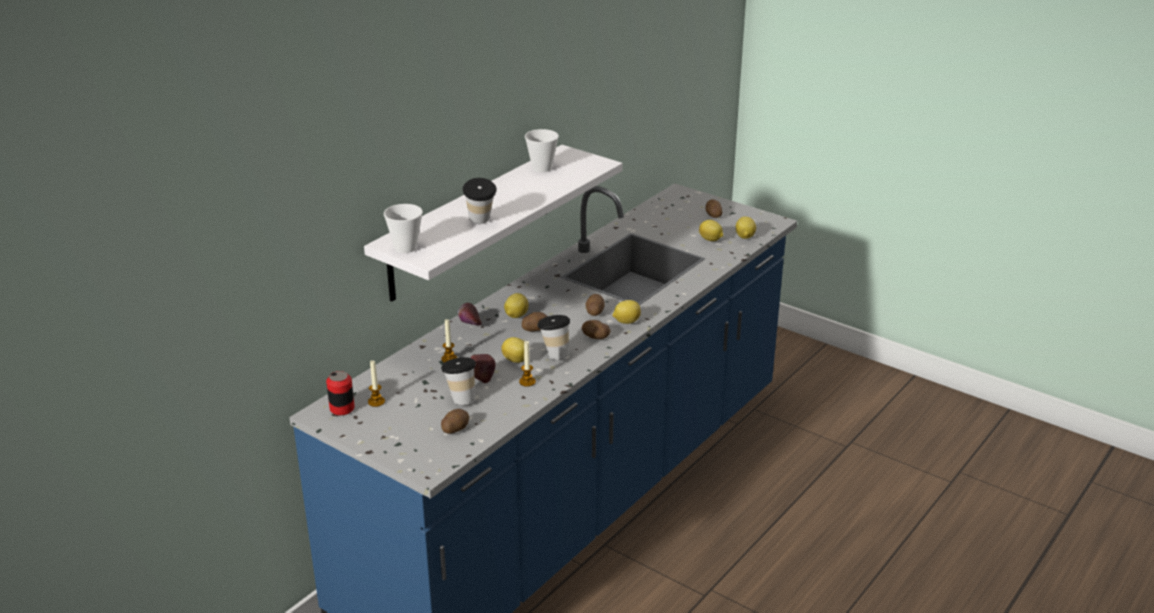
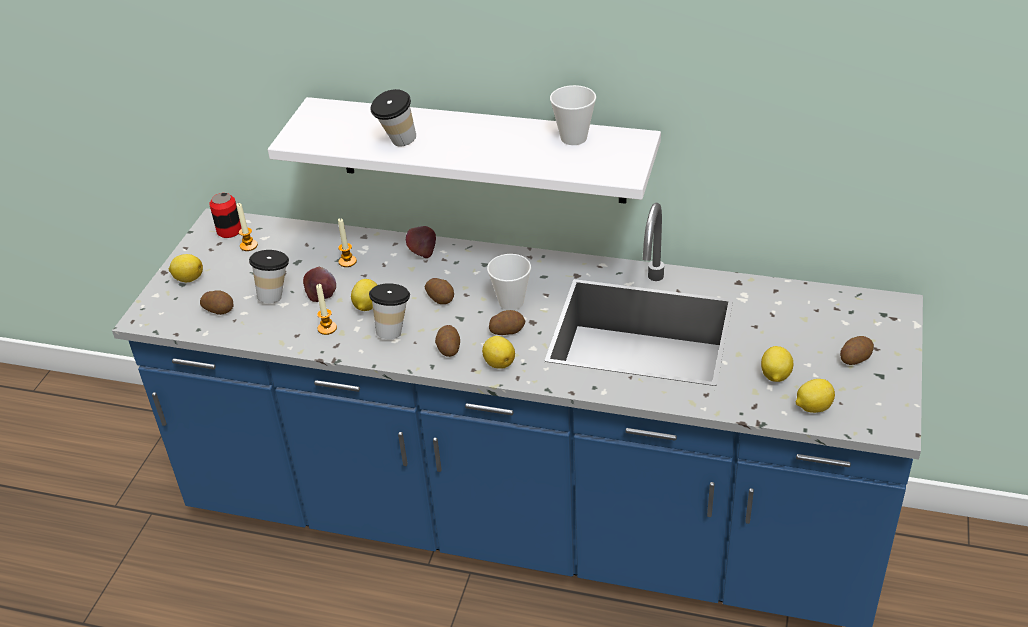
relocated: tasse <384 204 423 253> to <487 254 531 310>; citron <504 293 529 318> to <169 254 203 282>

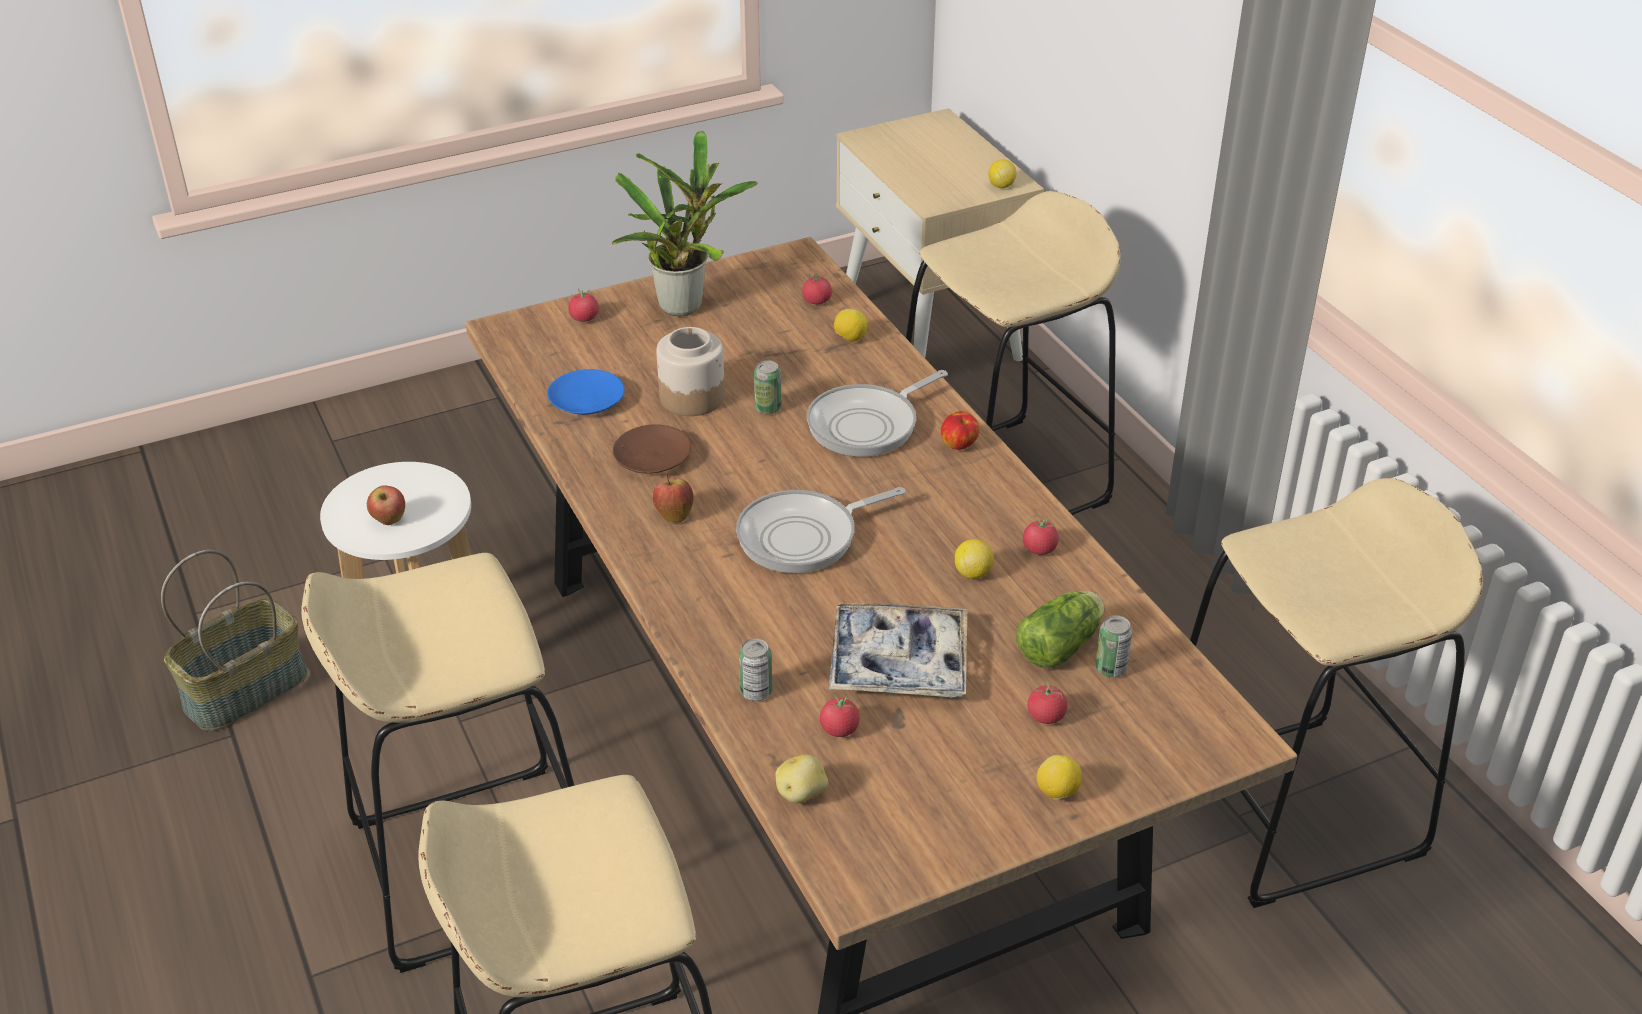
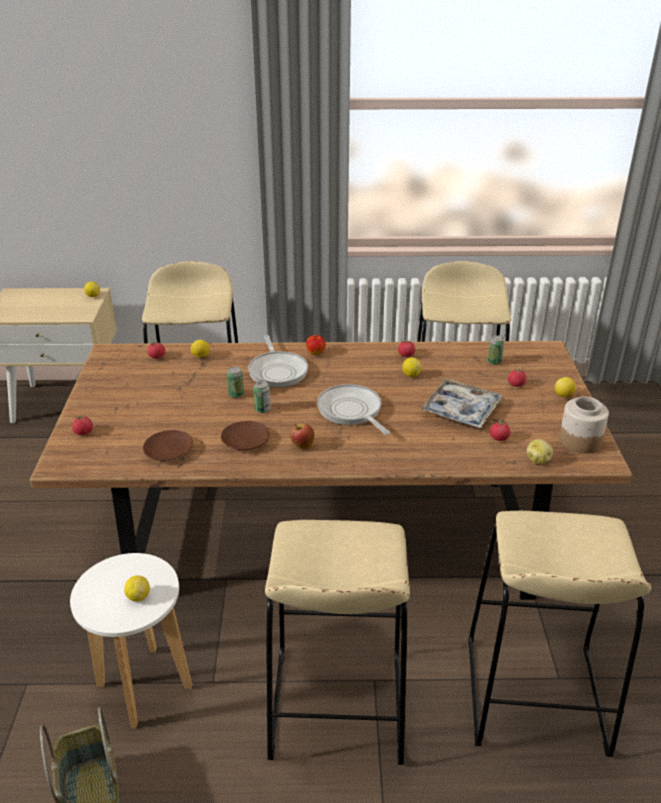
missing: plante en pot <612 131 758 316>; laitue <1016 591 1104 668>
relocated: bocal <656 327 725 416> to <559 396 609 453>; boîte métallique <739 638 772 701> to <253 381 270 413>
exchanged: pomme <367 485 405 525> to citron <124 575 150 602>
colour: assiette (bleu) <547 369 624 415> to assiette (marron) <143 430 193 461>
spun: poêle <736 487 905 573> = <317 384 390 435> 150 degrees clockwise

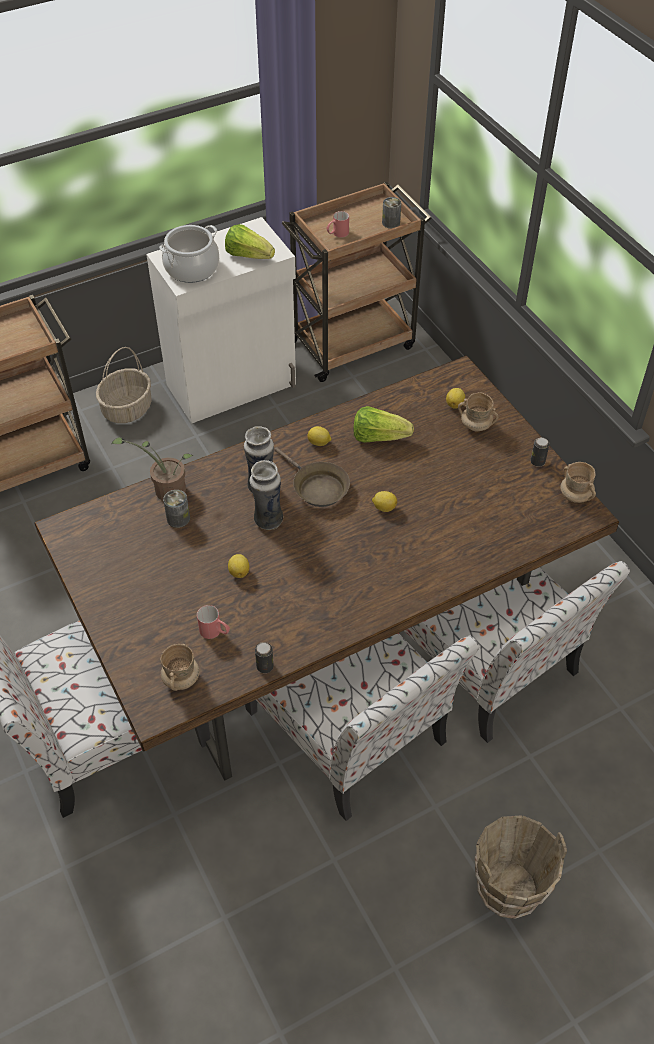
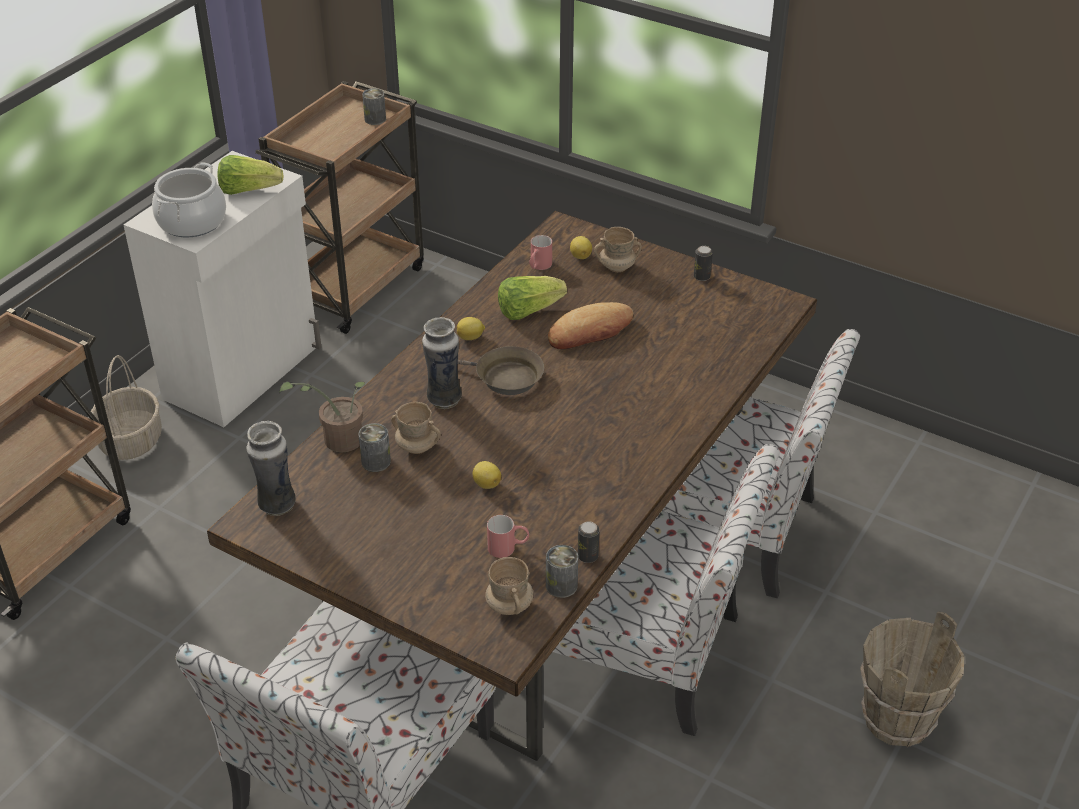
missing: citron <372 491 397 512>
appeared: boîte métallique <546 545 578 598>; pain <548 302 633 349>
relocated: vase <250 460 283 530> to <247 421 296 516>; mug (rouge) <326 211 349 238> to <529 235 552 270>; mug (beige) <560 462 596 503> to <391 402 441 454>

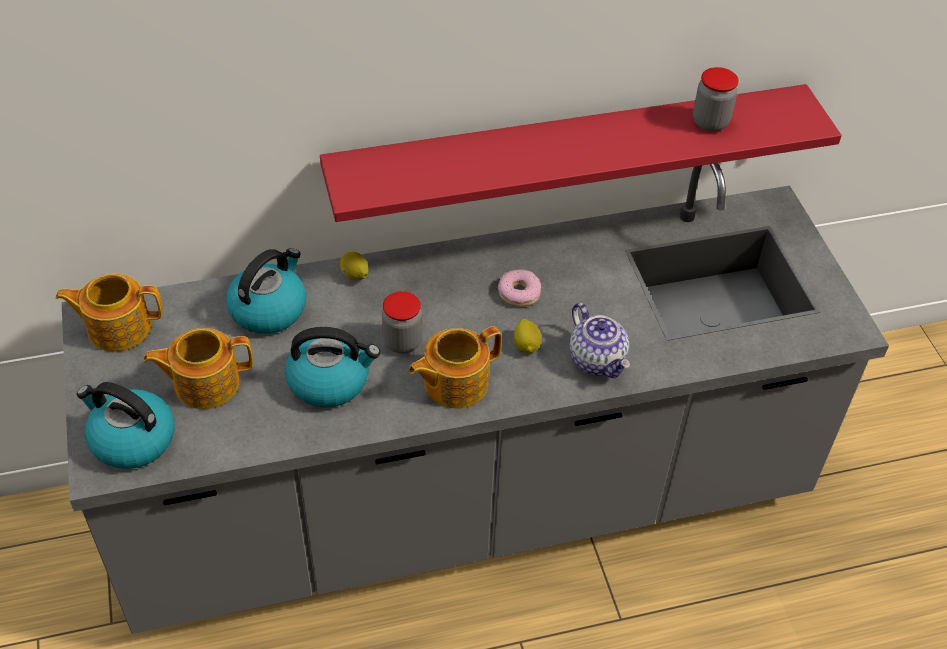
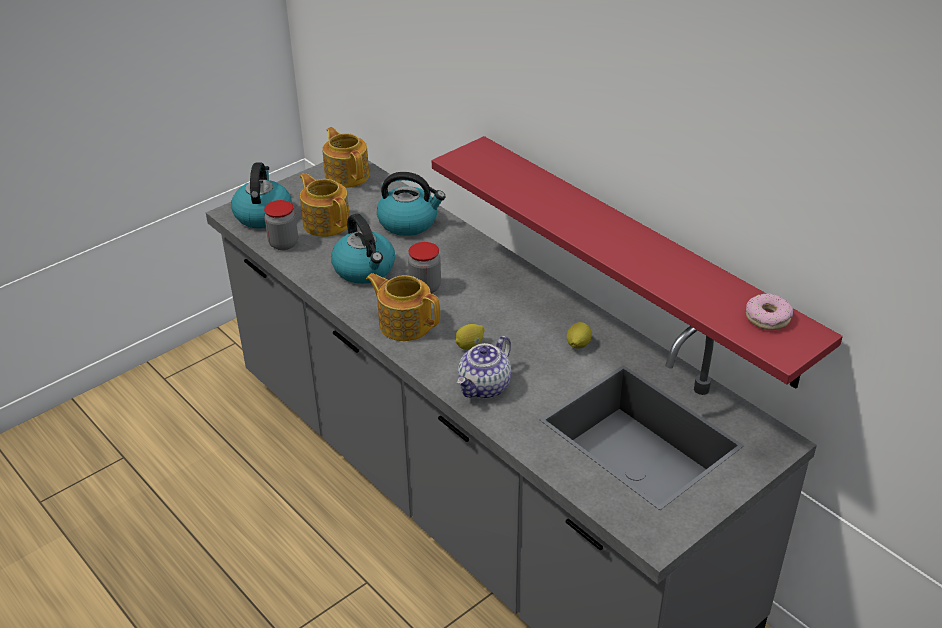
relocated: citron <340 252 369 280> to <567 322 592 349>; beignet <498 269 541 307> to <746 293 793 330>; bocal <693 67 739 132> to <264 200 298 250>

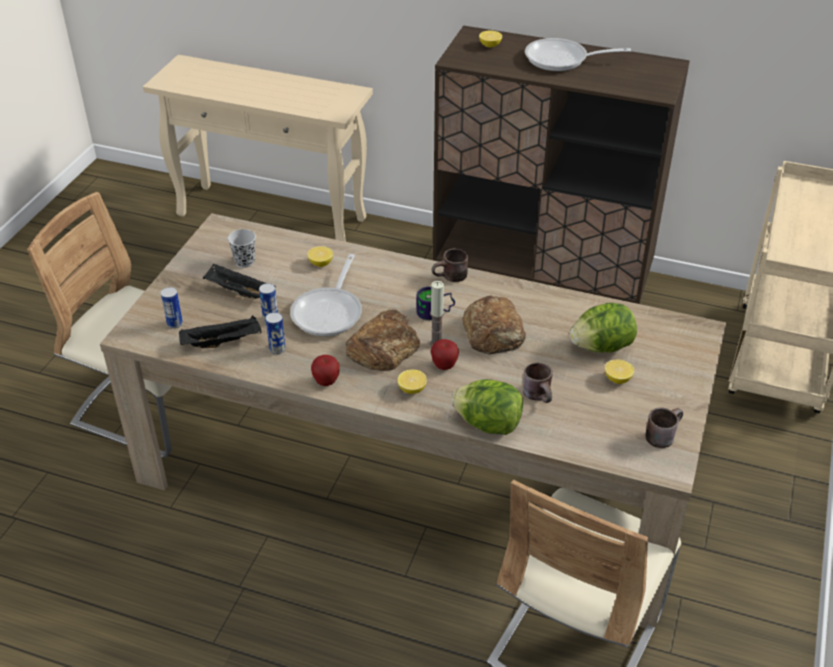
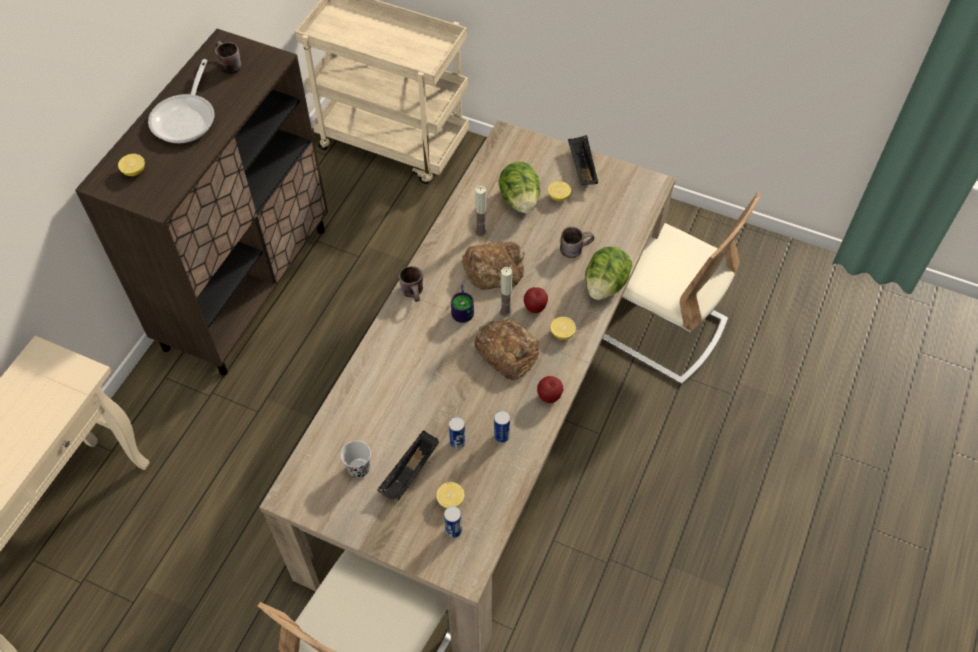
missing: poêle <290 254 362 336>
appeared: bougie <475 186 487 236>
relocated: plateau (noir) <179 316 262 348> to <568 135 598 185>; citron <307 246 333 267> to <436 482 464 509>; mug (marron) <646 407 683 448> to <215 41 242 74>

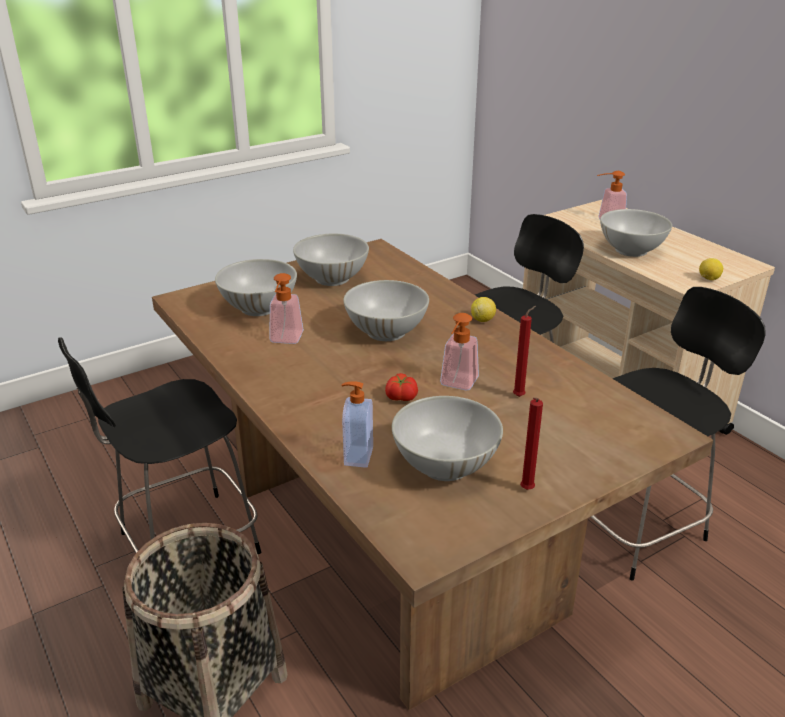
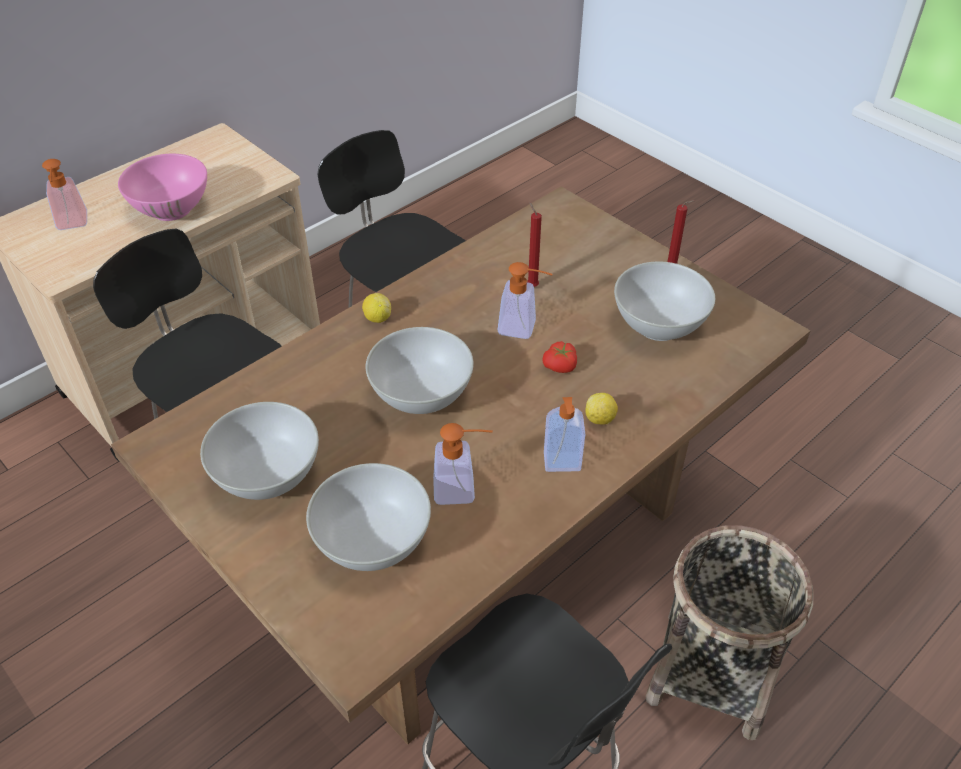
relocated: distributeur de savon <341 382 373 468> to <544 397 585 472>; citron <699 258 723 280> to <585 393 618 425>
colour: bol (blanc) <600 209 672 257> to bol (rose) <118 154 207 221>

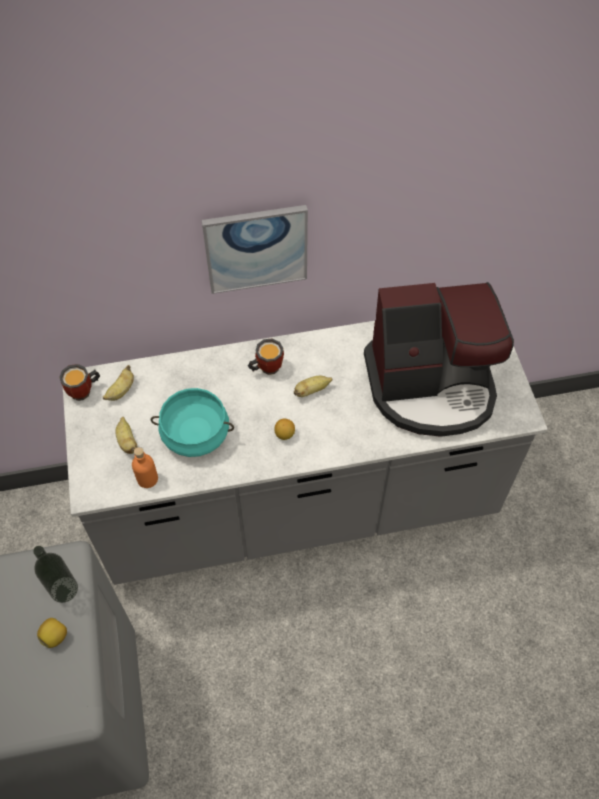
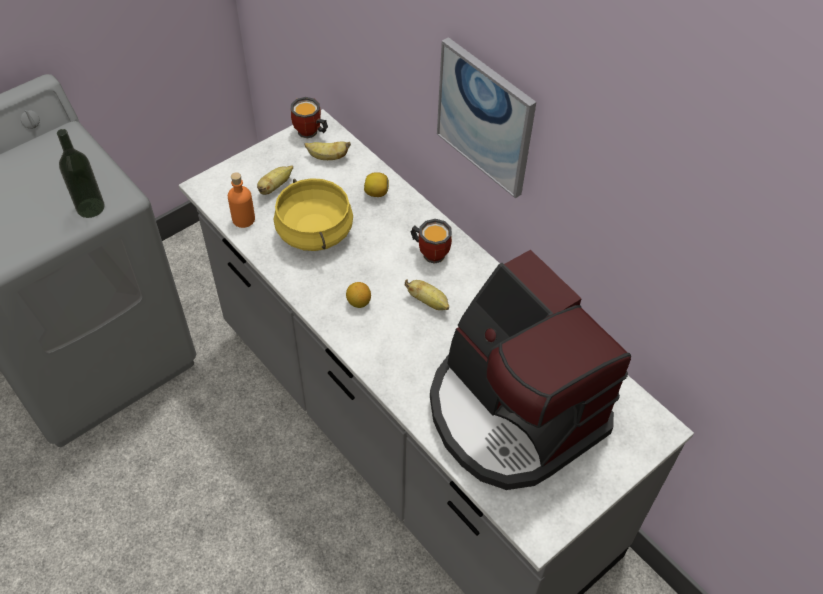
relocated: citron <37 618 67 648> to <364 172 389 197>
colour: marmite (turquoise) <151 388 234 457> to marmite (jaune) <274 178 353 251>

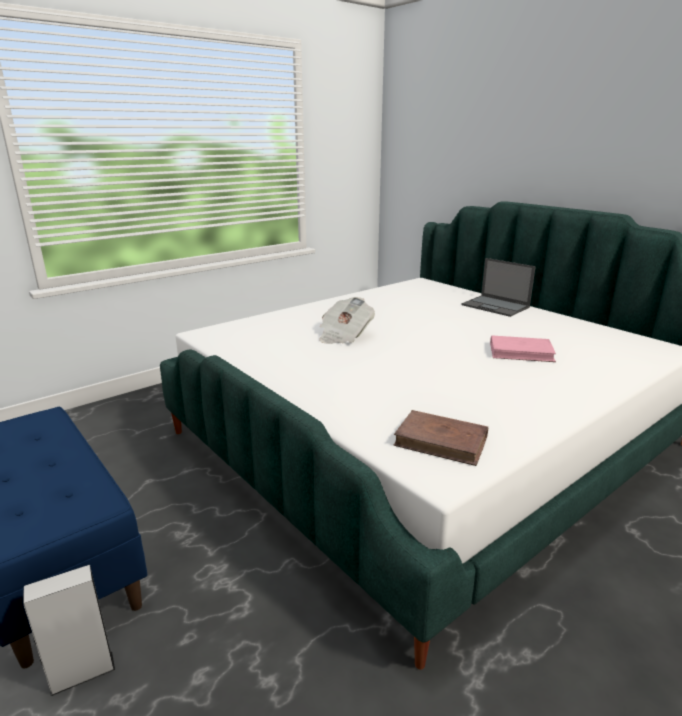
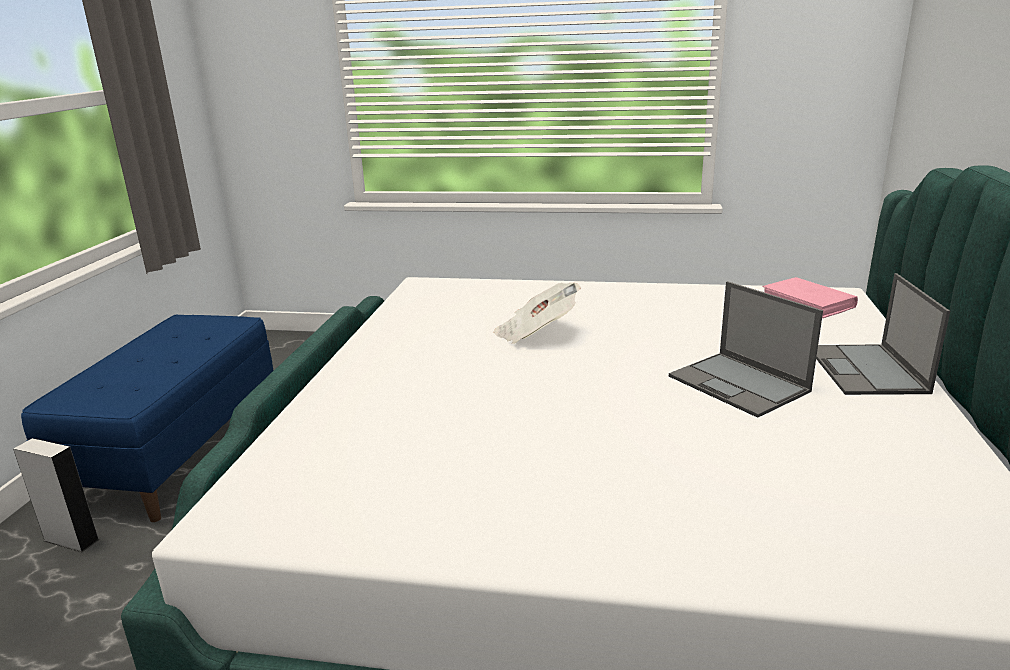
missing: livre (marron) <393 410 488 466>
appeared: ordinateur portable <669 281 823 418>
relocated: livre (rose) <490 335 556 362> to <763 277 858 318>

